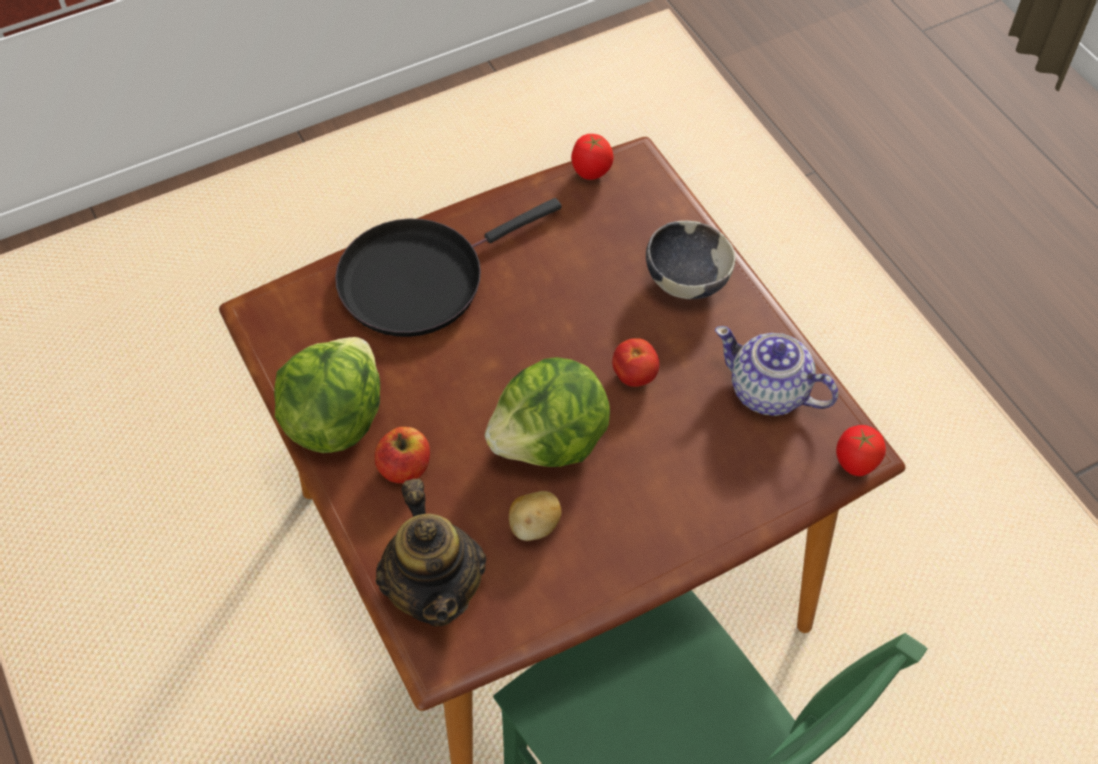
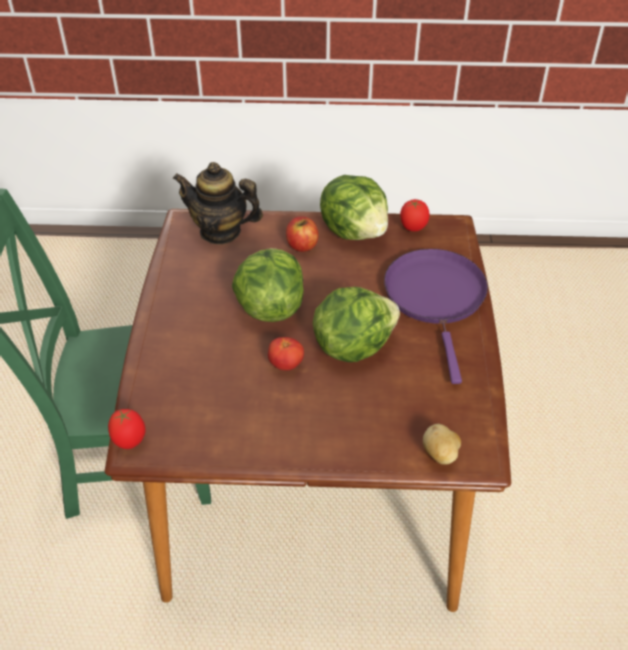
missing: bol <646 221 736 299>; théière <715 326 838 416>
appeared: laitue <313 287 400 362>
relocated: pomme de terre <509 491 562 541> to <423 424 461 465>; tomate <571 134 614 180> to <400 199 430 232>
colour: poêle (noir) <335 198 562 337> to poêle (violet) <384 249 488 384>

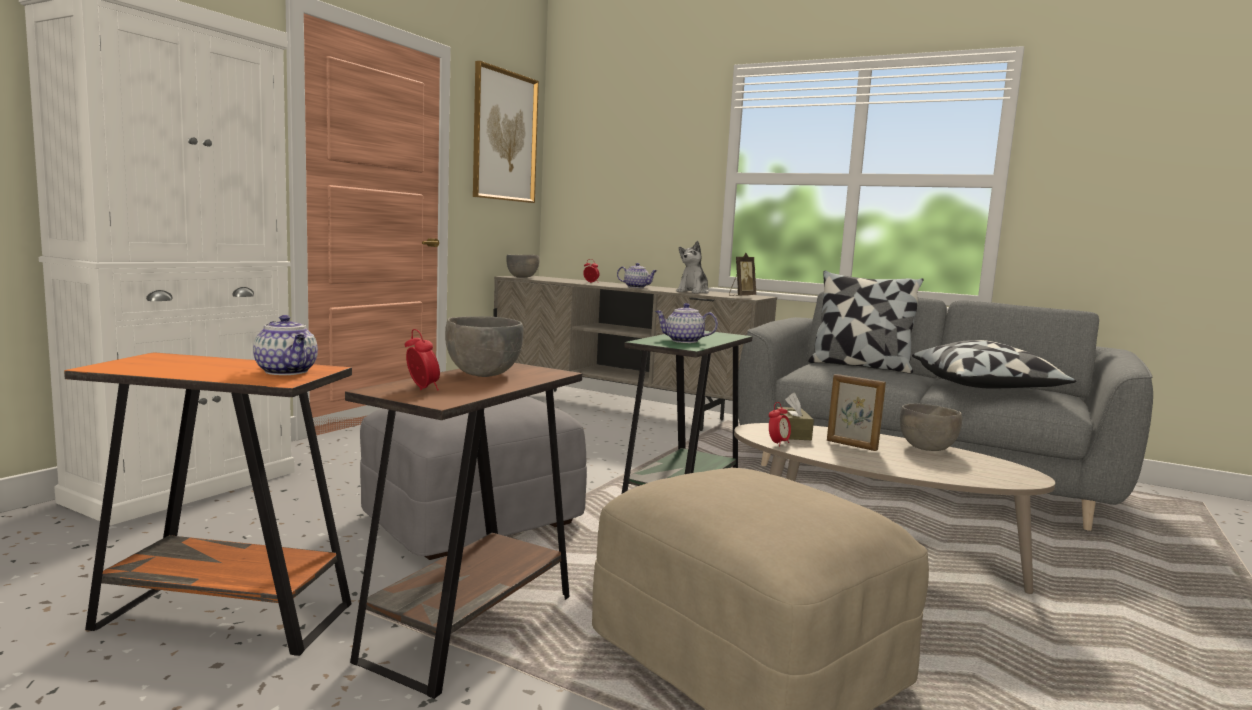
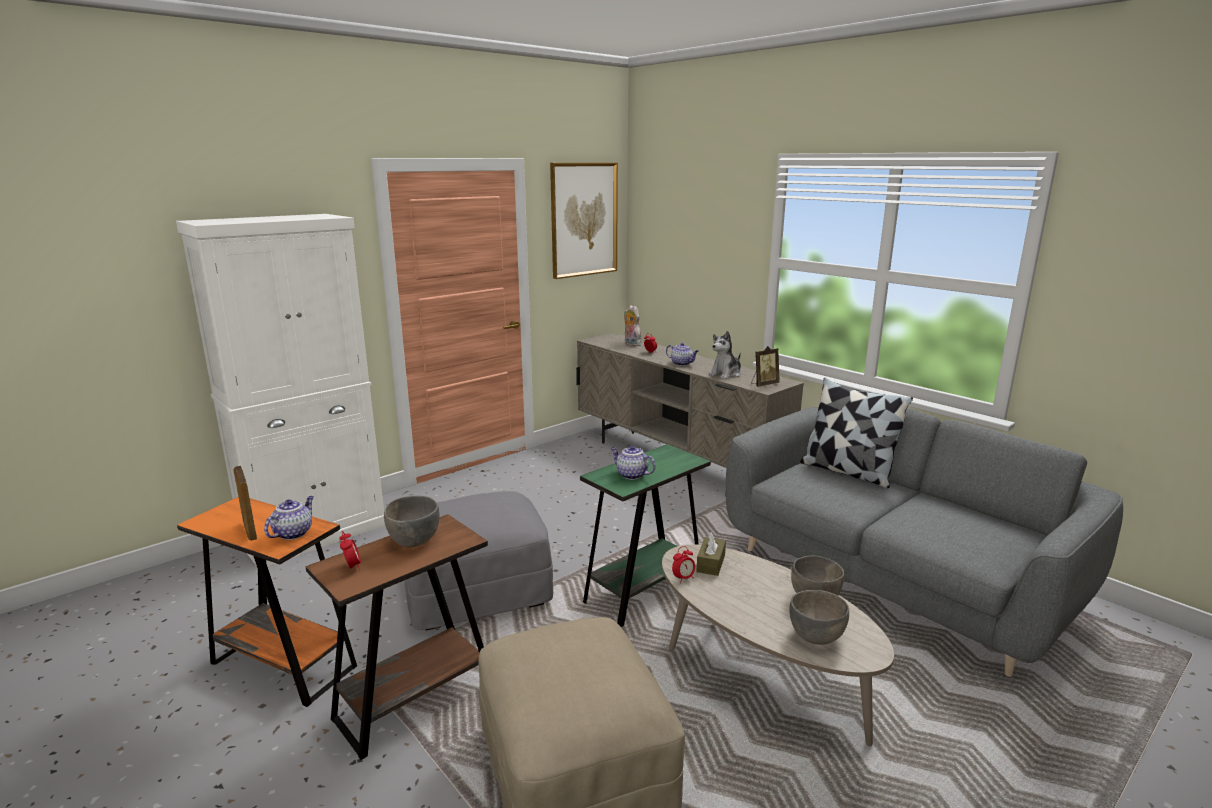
missing: coussin <912 340 1076 389>
appeared: peluche <624 305 642 346>
relocated: bol (gris) <506 255 540 277> to <789 590 849 645>; cadre photo <827 374 886 451> to <234 466 257 541>
spun: théière <253 315 318 375> = <264 496 314 540> 135 degrees counterclockwise

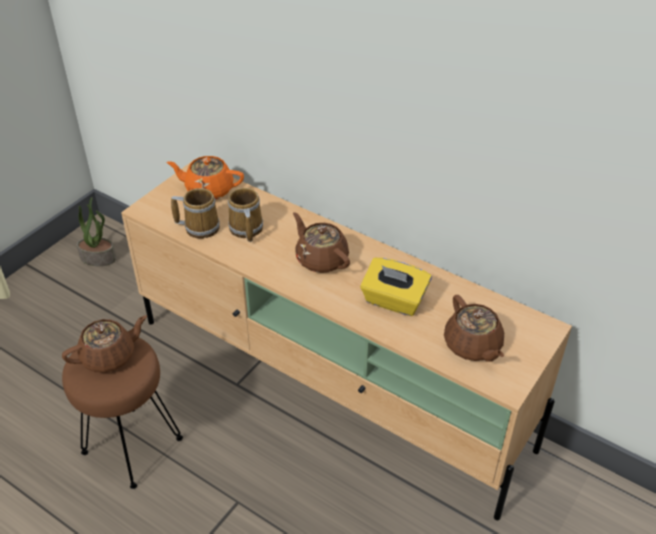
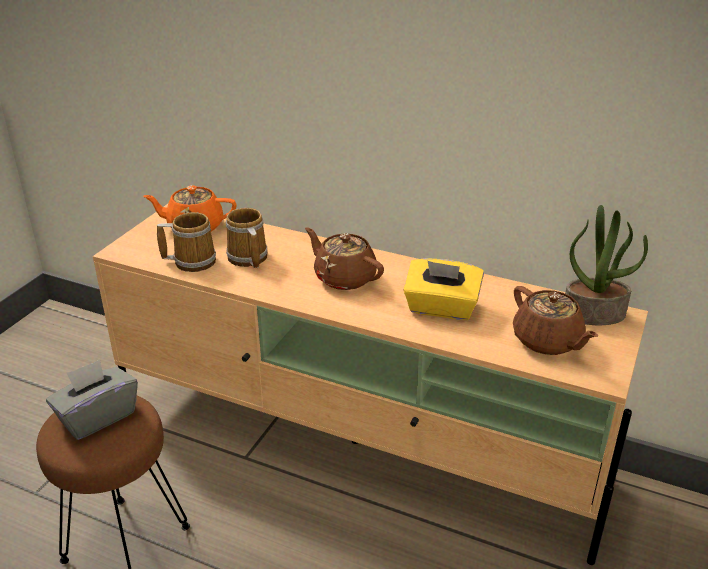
relocated: plante en pot <76 197 116 266> to <565 205 648 325>
exchanged: théière (marron) <62 315 147 373> to boîte à mouchoirs (gris) <46 359 138 440>

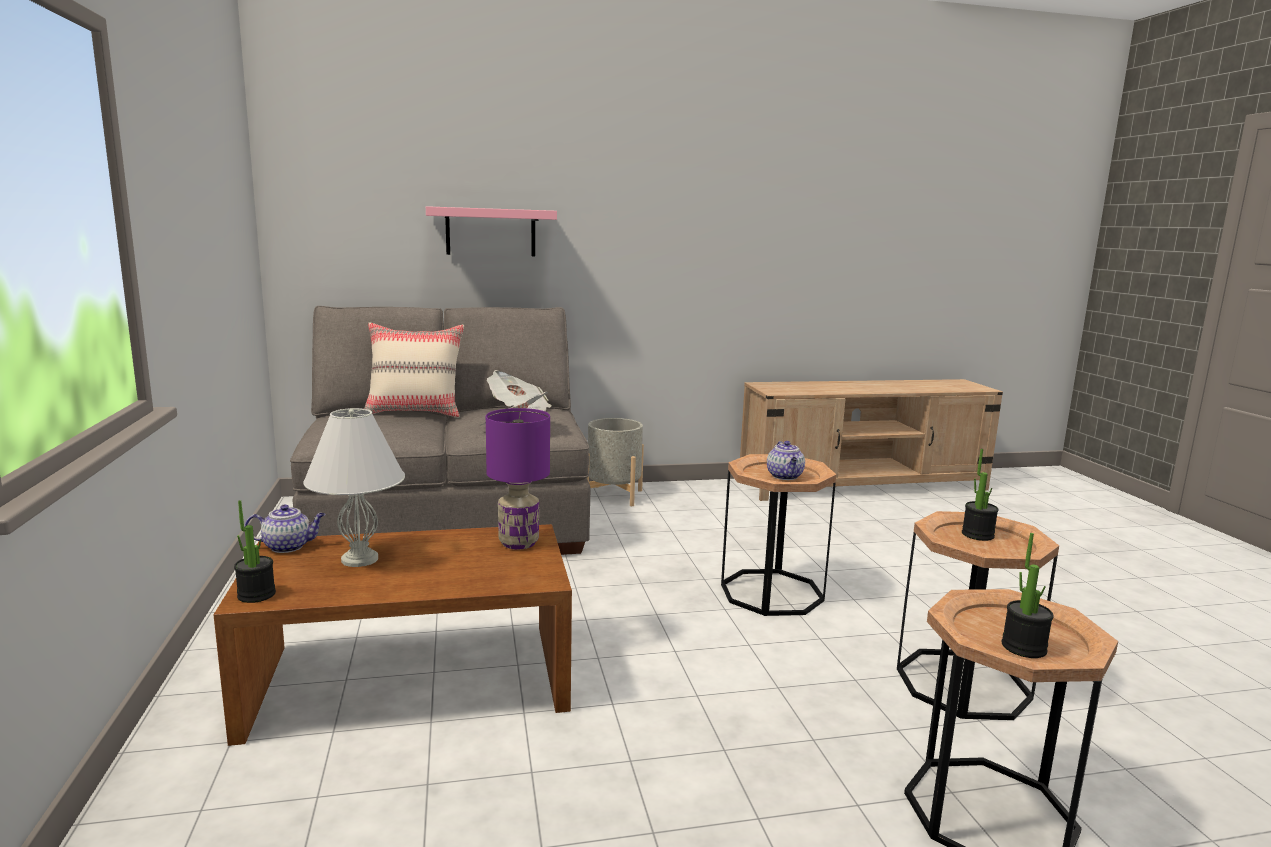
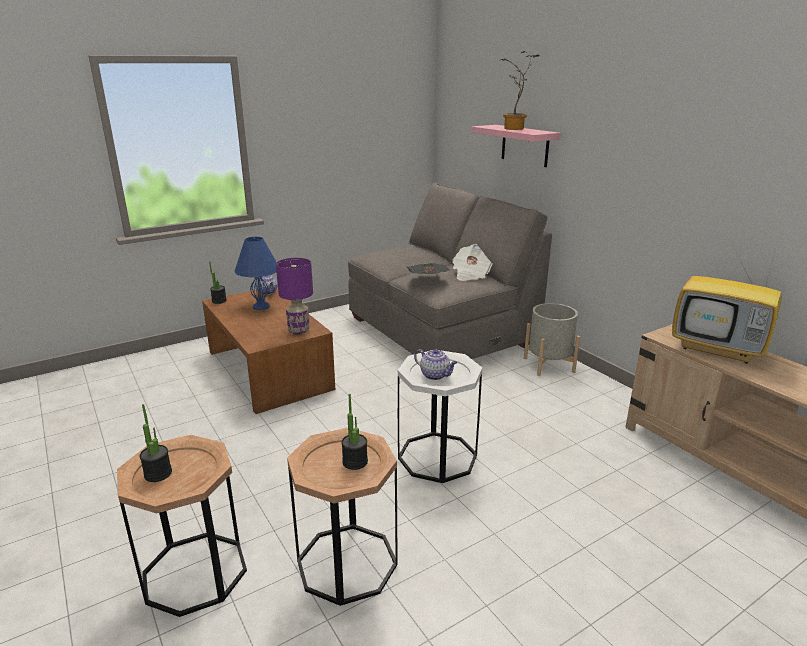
missing: coussin (beige) <364 323 464 417>
appeared: plante en pot <499 51 540 130>; téléviseur <672 238 782 364>
colour: lampe de table (blanc) <303 408 405 567> to lampe de table (bleu) <234 237 277 310>; table d'appoint (marron) <721 454 836 616> to table d'appoint (blanc) <398 351 482 483>
spun: théière <767 441 805 480> = <414 349 457 380> 120 degrees counterclockwise

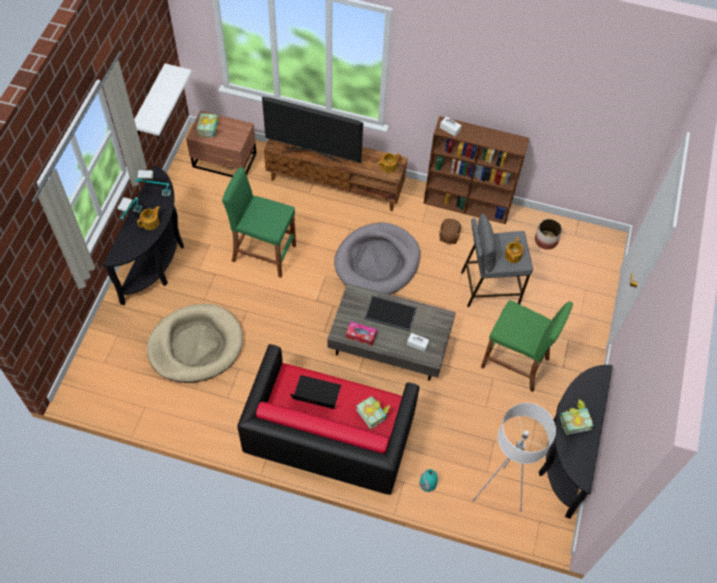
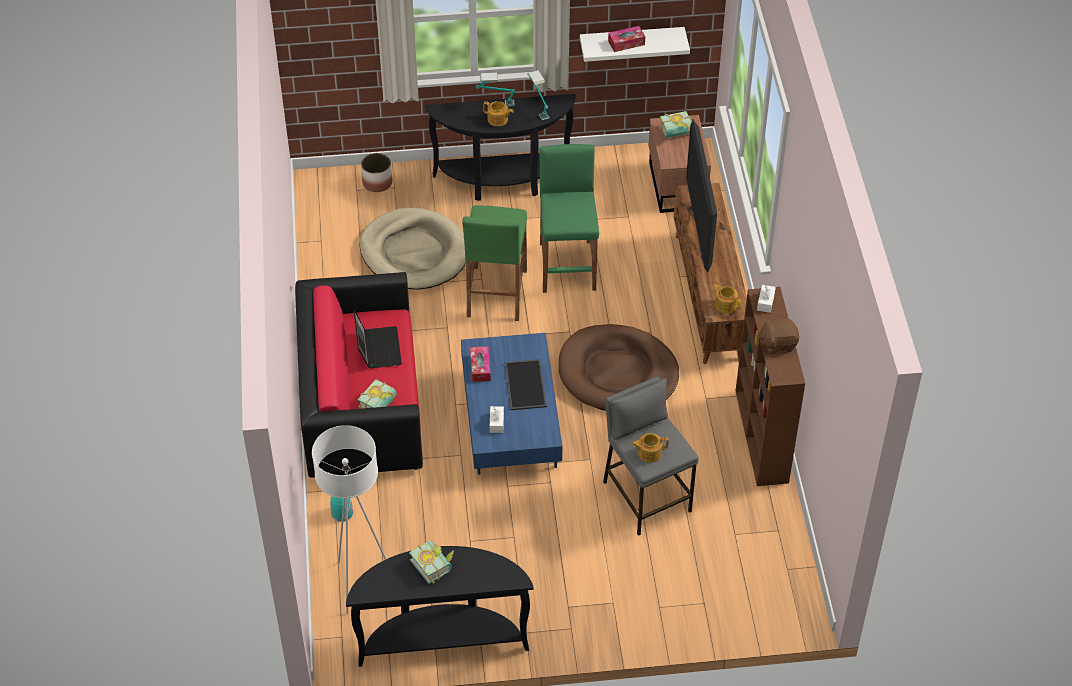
appeared: boîte à mouchoirs <608 26 645 52>
relocated: peluche (marron) <439 219 461 244> to <757 318 799 354>; tabouret (vert) <481 300 573 392> to <462 205 527 321>; cache-pot <535 219 562 250> to <361 153 393 192>
colour: table basse (gris) <328 283 456 381> to table basse (bleu) <461 333 562 475>; panier pour chien (gris) <334 223 420 295> to panier pour chien (marron) <558 324 679 411>

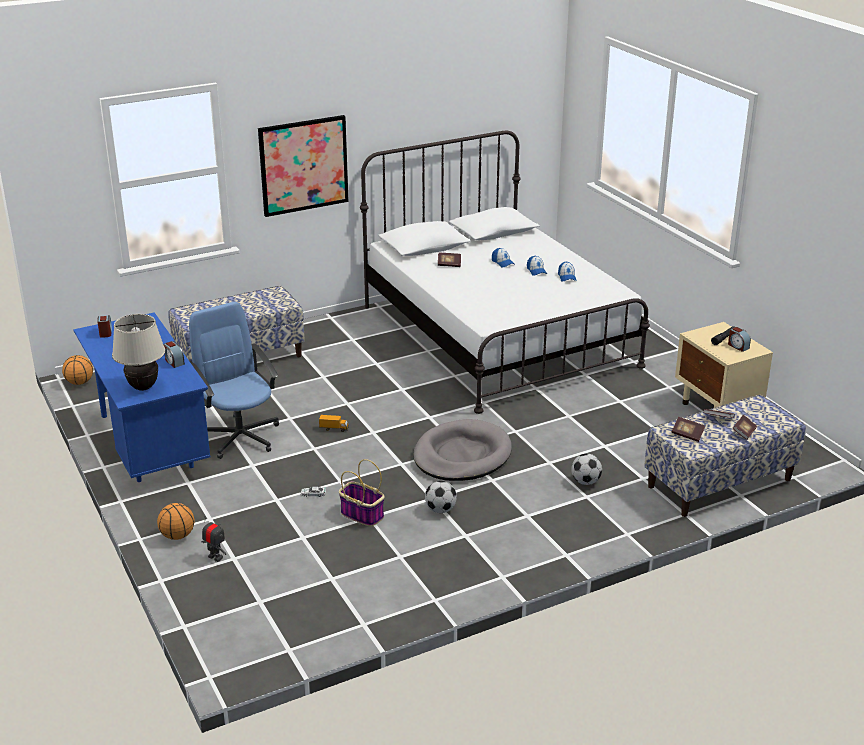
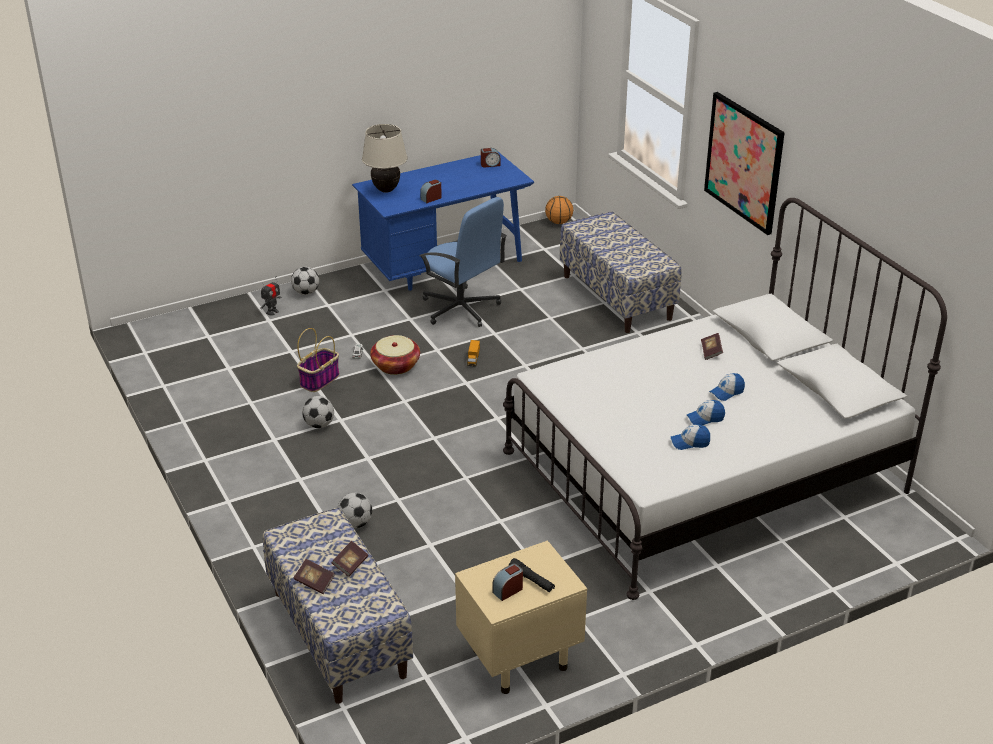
missing: panier pour chien (gris) <413 419 512 481>; livre <672 417 705 442>
appeared: panier <370 335 420 375>
exchanged: ballon de basket <157 503 194 540> to ballon de foot <291 267 319 295>
spun: chaise de bureau (bleu) <189 302 279 459> = <420 197 507 327> 75 degrees clockwise

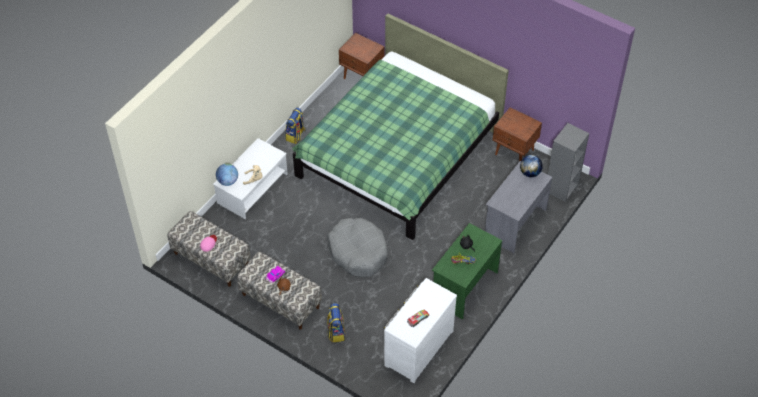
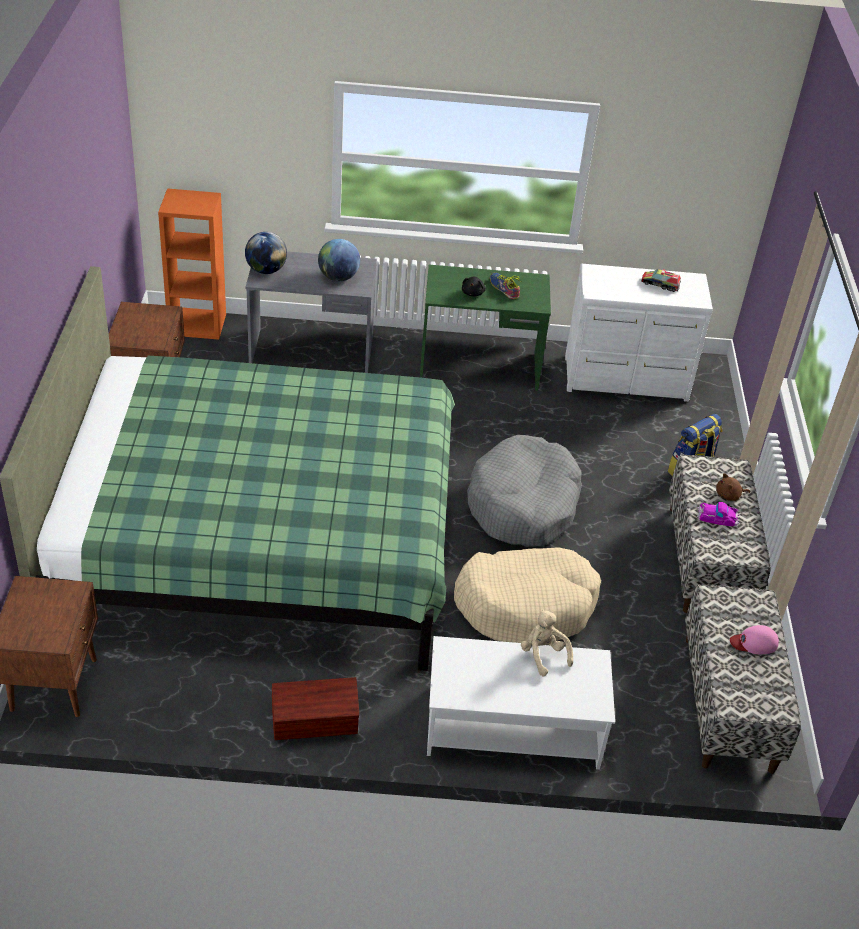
appeared: panier pour chien (beige) <454 547 601 643>
relocated: globe <216 164 238 186> to <318 239 360 281>
exchanged: sac à dos <285 108 305 144> to boîte de rangement (marron) <272 677 359 740>
colour: bibliothèque (gris) <548 123 589 202> to bibliothèque (orange) <158 188 226 340>

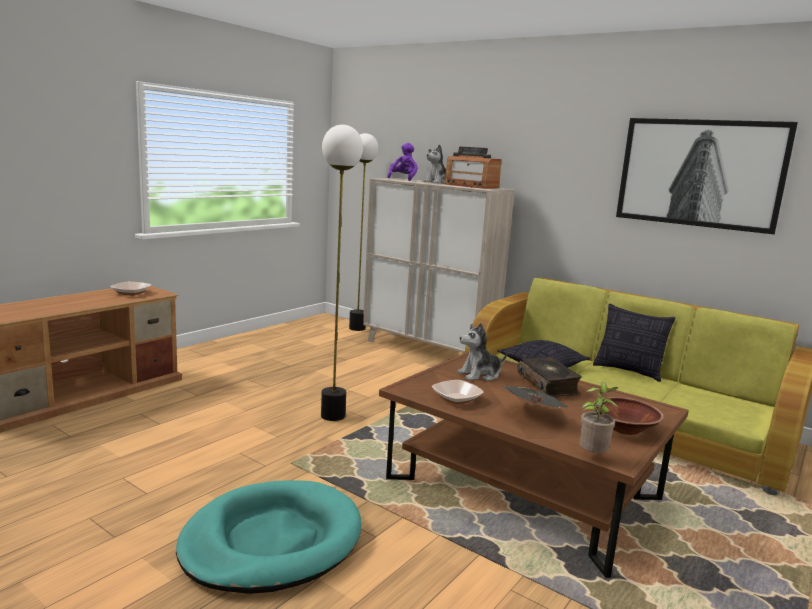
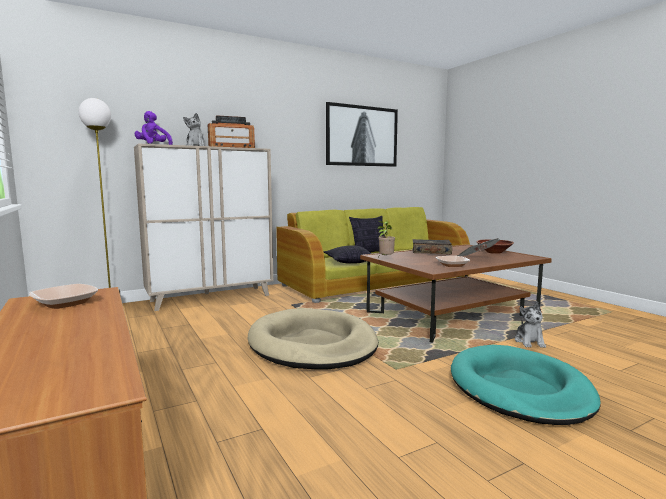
relocated: peluche <457 323 507 381> to <515 301 546 348>; plante en pot <580 382 618 453> to <377 220 395 257>
exchanged: lampadaire <321 125 363 421> to panier pour chien (beige) <248 308 378 370>

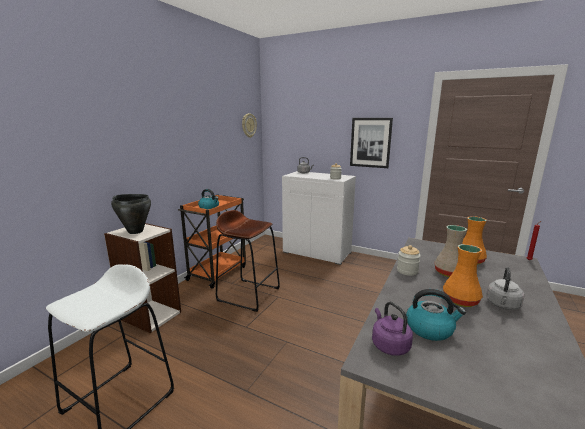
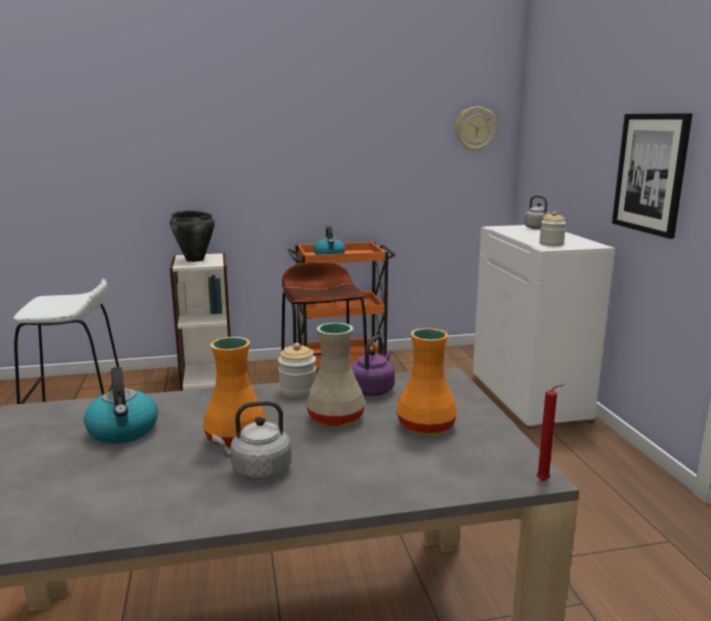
relocated: bouilloire (violet) <372 302 413 356> to <351 335 395 396>

